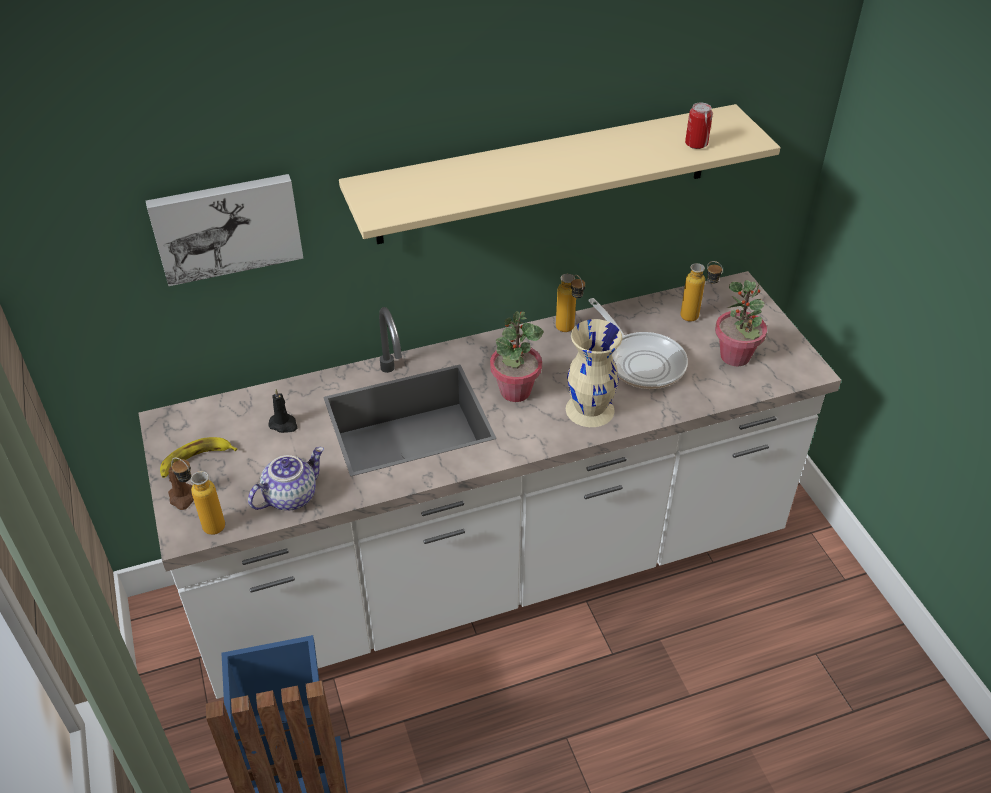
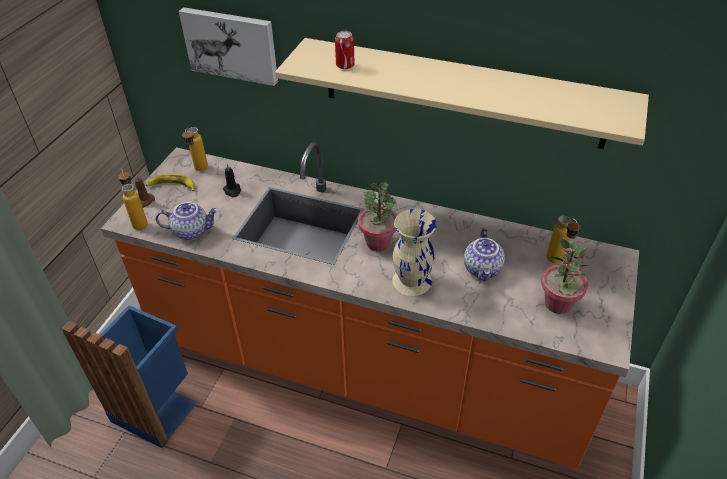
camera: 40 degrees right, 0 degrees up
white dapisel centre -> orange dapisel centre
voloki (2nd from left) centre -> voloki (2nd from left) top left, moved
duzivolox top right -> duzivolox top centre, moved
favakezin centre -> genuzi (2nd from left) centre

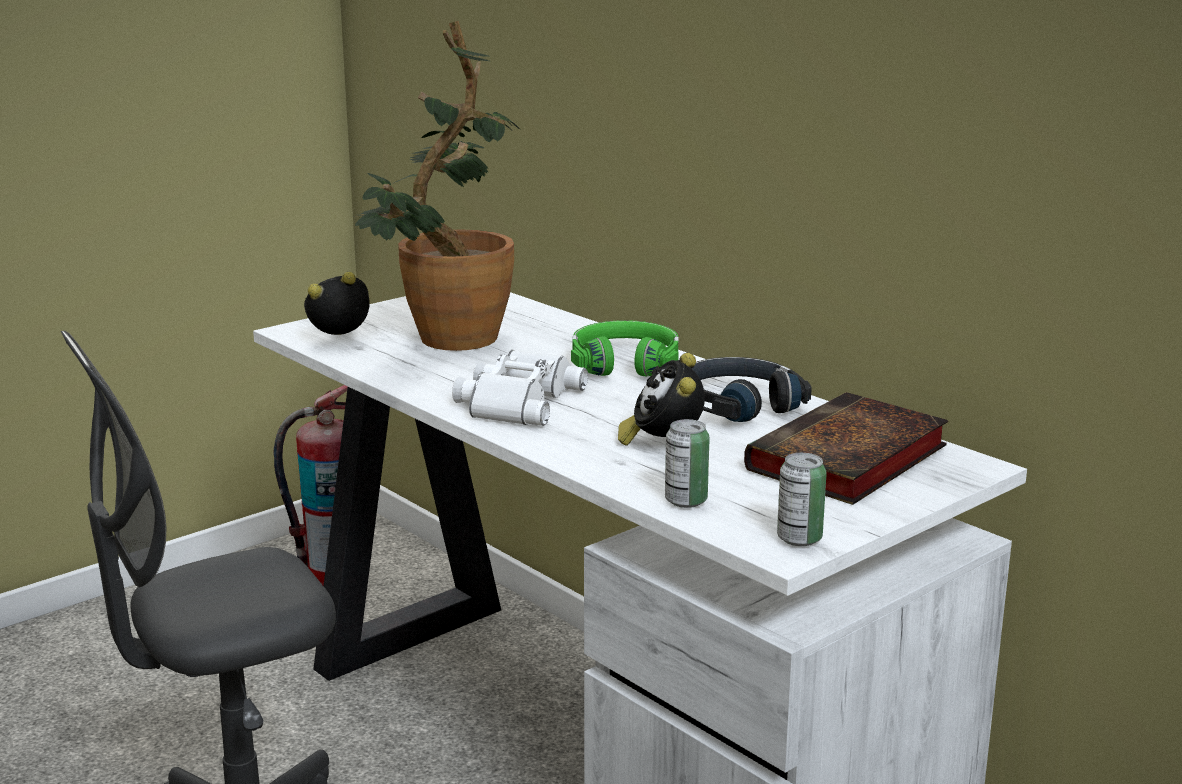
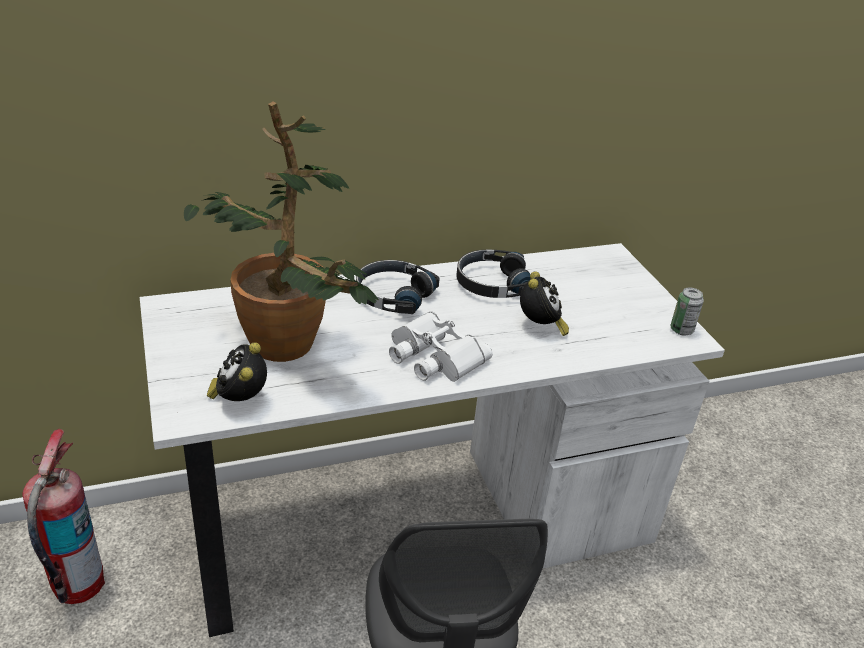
camera: 70 degrees left, 15 degrees up
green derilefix centre -> black derilefix (1st from left) centre
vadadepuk (2nd from left) centre, 105 degrees counterclockwise
duzivolox (1st from left) centre -> none
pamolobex middle right -> none

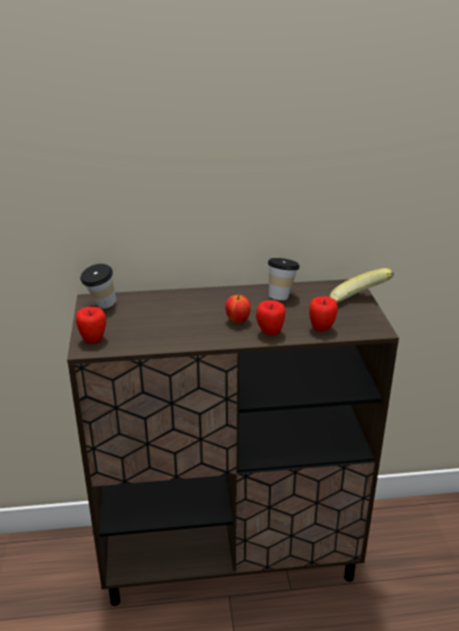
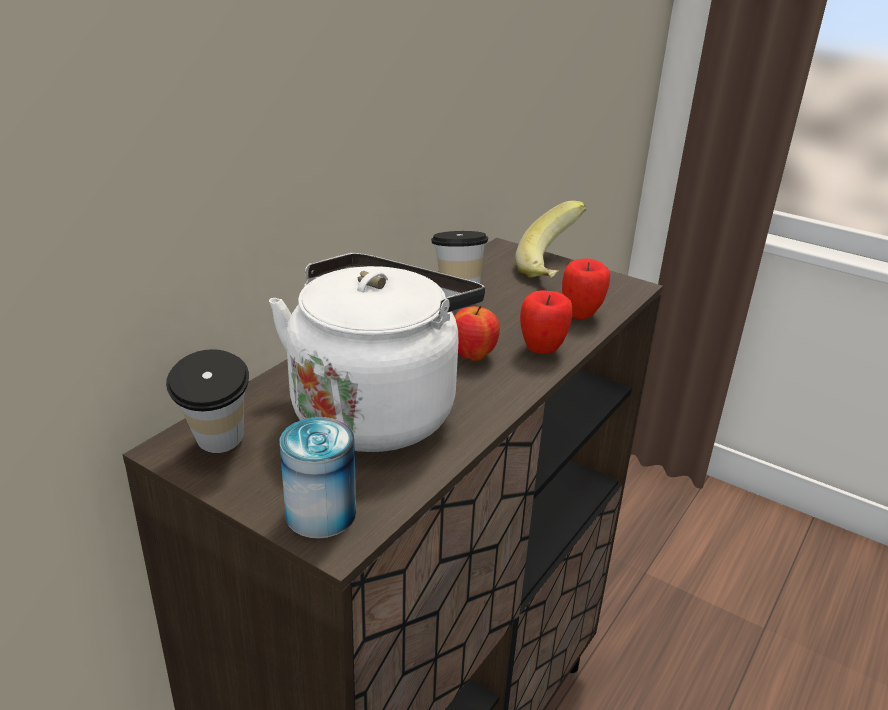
camera: 50 degrees left, 0 degrees up
none -> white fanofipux centre
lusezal (1st from left) middle left -> duzivolox bottom centre

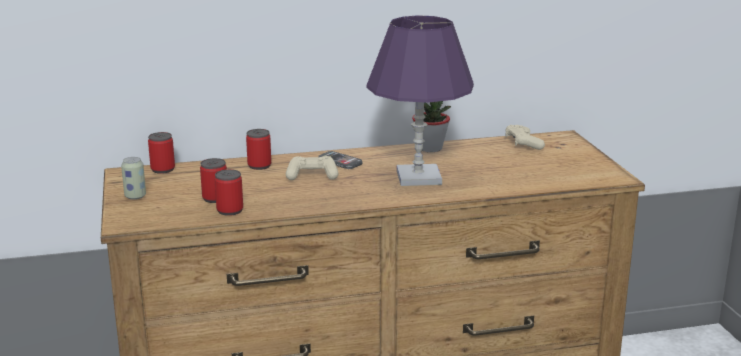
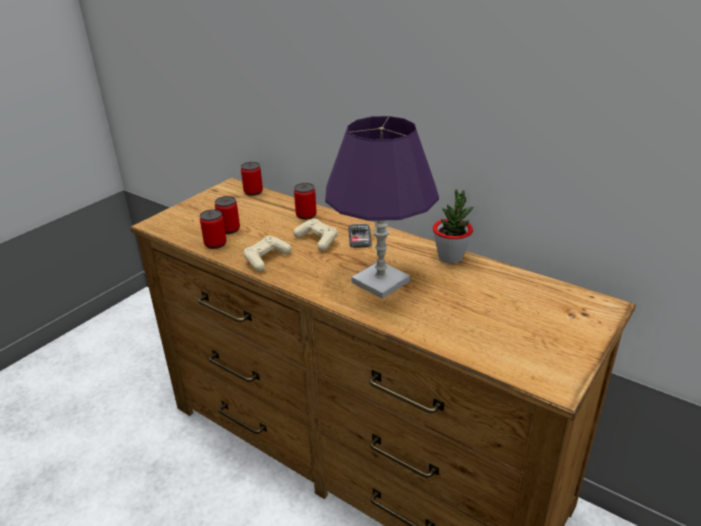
camera: 50 degrees right, 10 degrees up
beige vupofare (2nd from left in the first image) middle right -> beige vupofare (1st from left) centre, moved
duzivolox (1st from left) middle left -> none

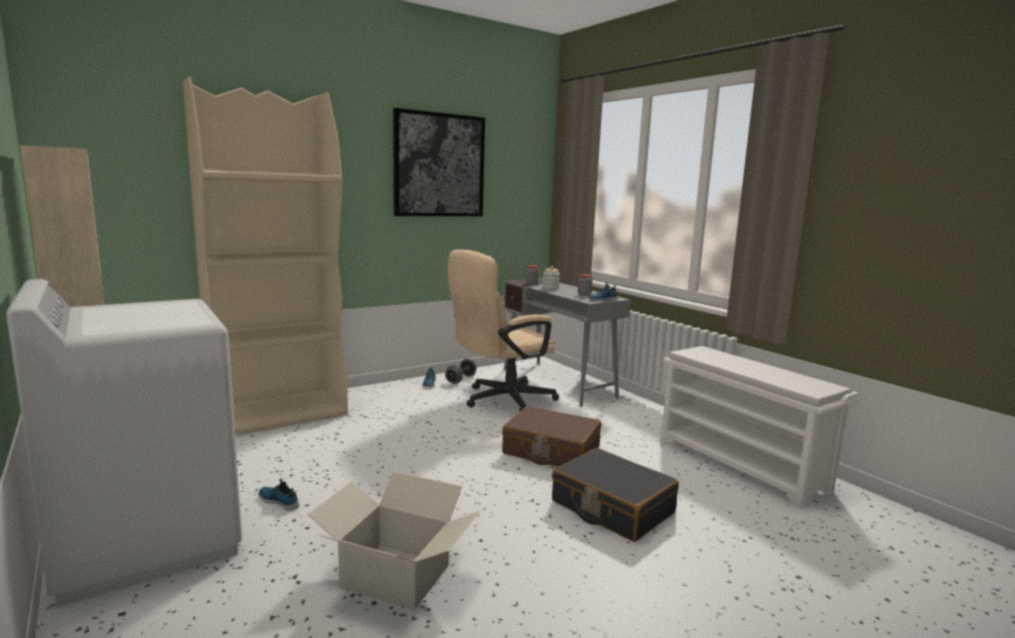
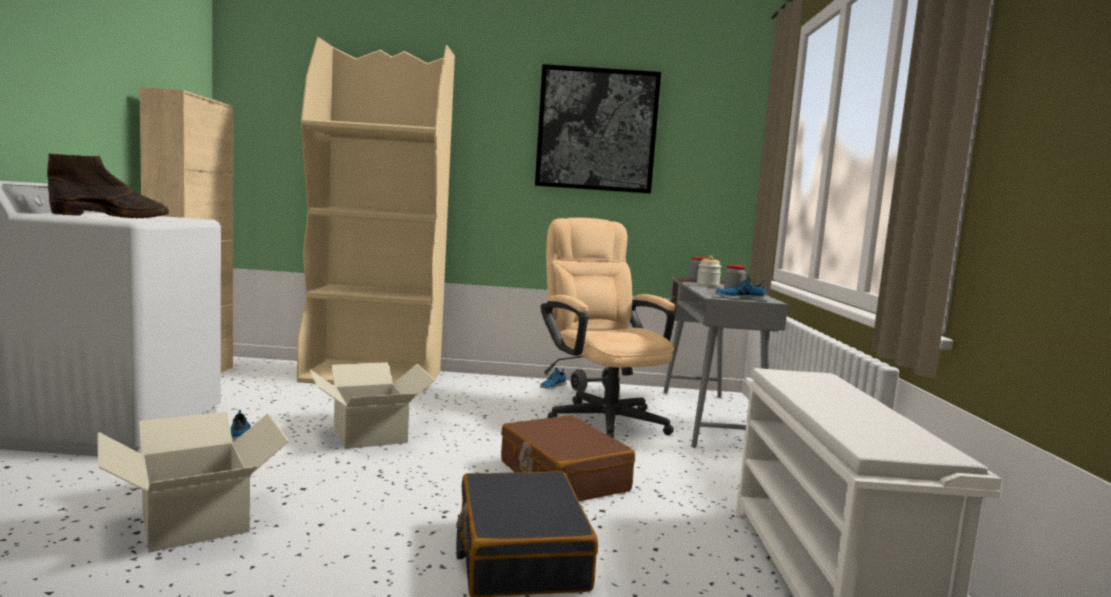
camera: 35 degrees right, 5 degrees down
none -> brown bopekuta top left
none -> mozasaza (2nd from left) bottom centre
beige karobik centre, 60 degrees clockwise

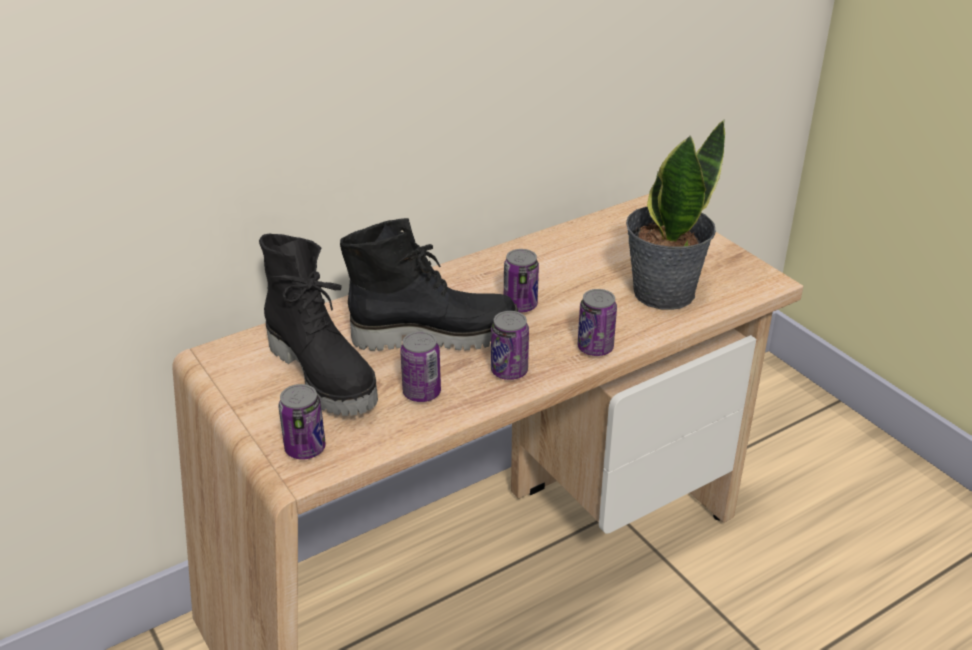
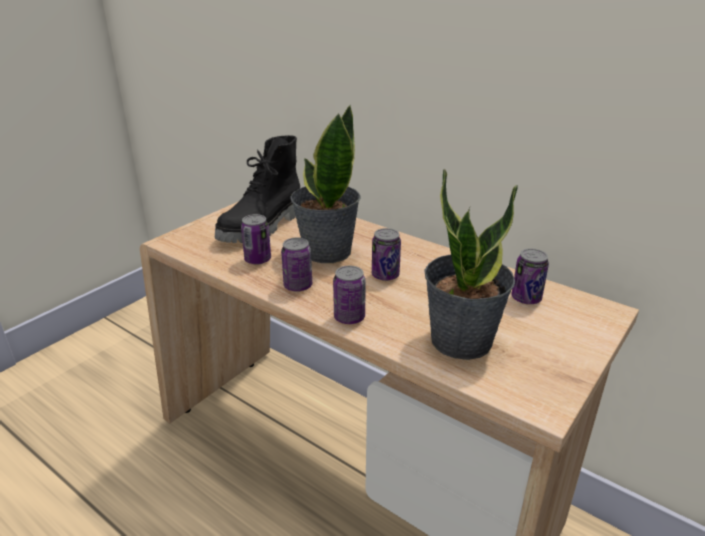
camera: 70 degrees right, 5 degrees down
black bopekuta (2nd from left) centre -> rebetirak (1st from left) centre
duzivolox (1st from left in the first image) middle left -> duzivolox (5th from left) middle right, moved

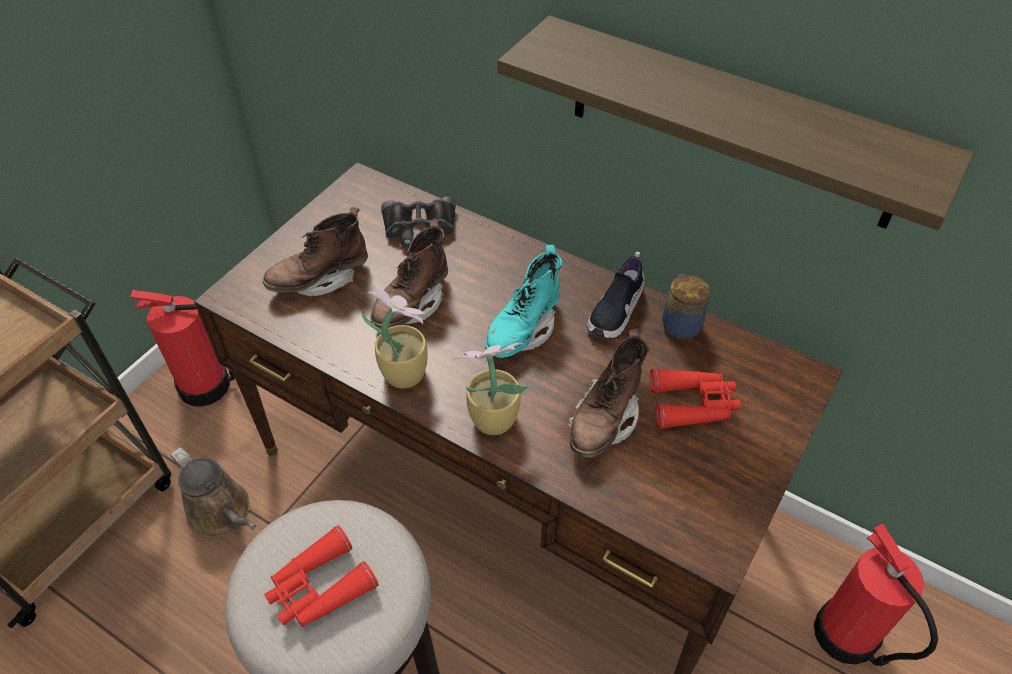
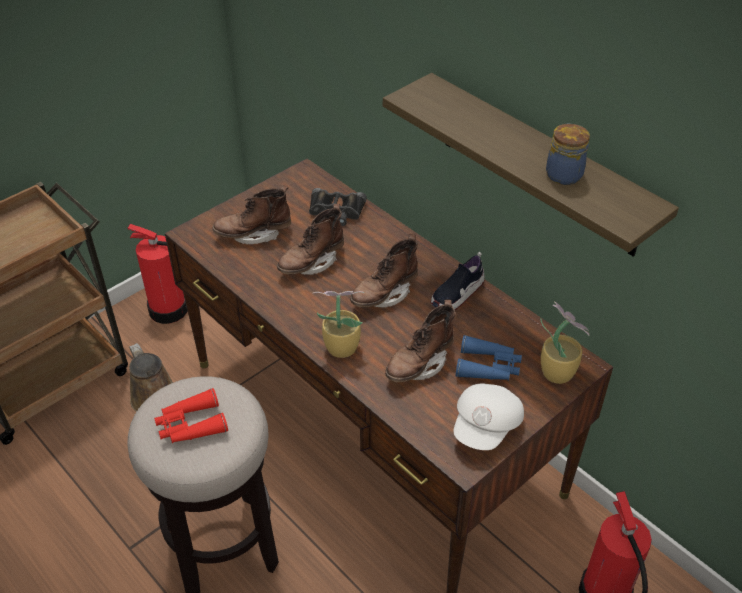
camera: 15 degrees right, 5 degrees down
turquoise bopekuta centre -> brown bopekuta (3rd from left) centre
none -> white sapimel bottom centre
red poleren (2nd from left) middle right -> blue poleren centre
rebetirak (1st from left in the first image) centre -> rebetirak (2nd from left) middle right, moved
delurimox middle right -> delurimox top right, moved

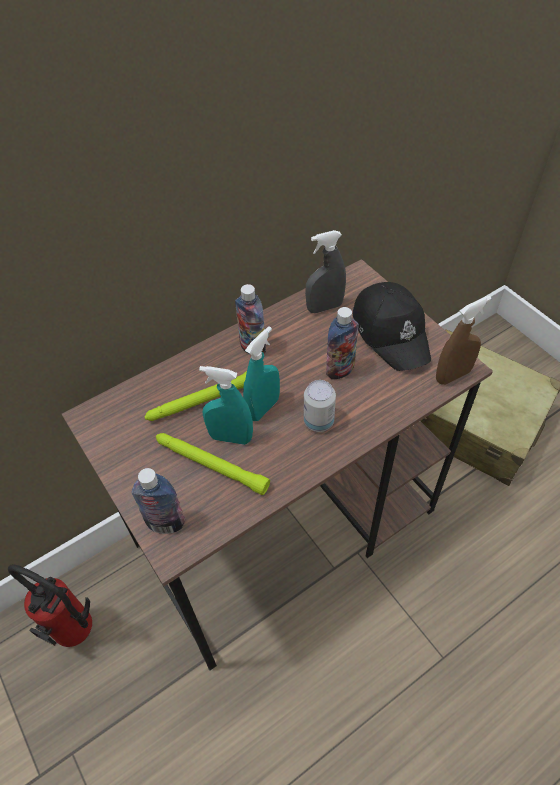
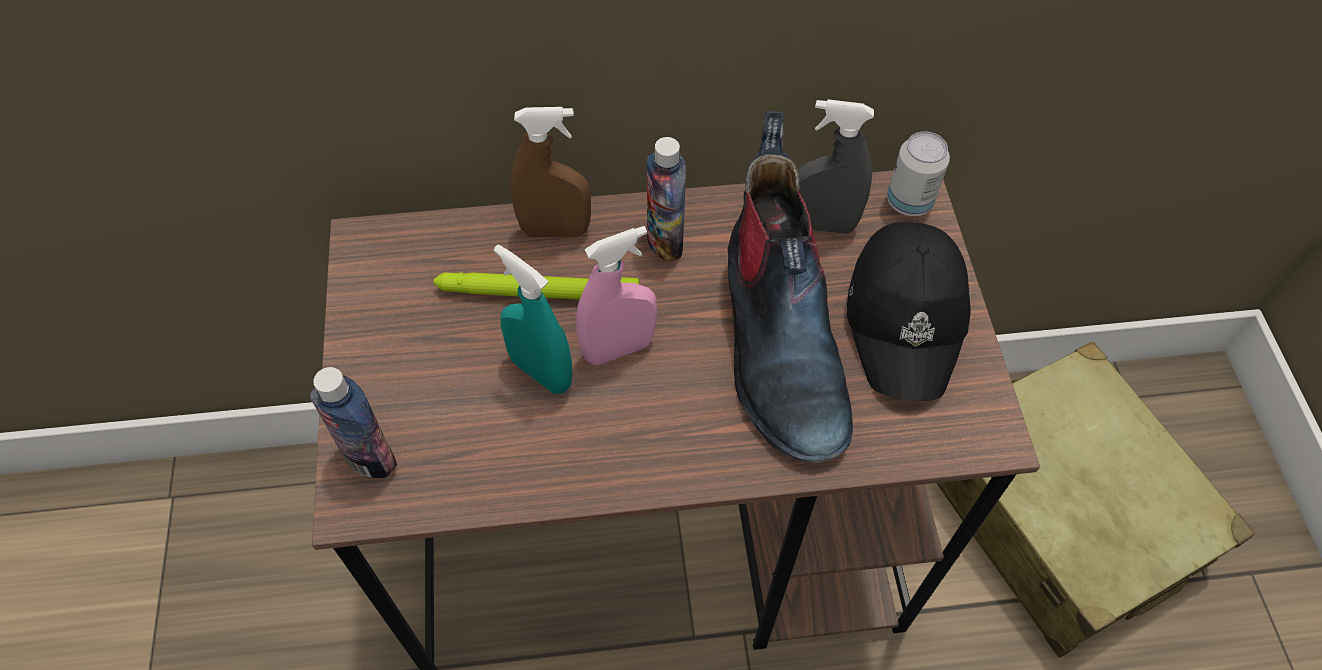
camera: 25 degrees right, 5 degrees up
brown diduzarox middle right -> brown diduzarox top centre, moved
turquoise diduzarox (2nd from left) centre -> pink diduzarox centre
voloki (3rd from left) centre -> bopekuta centre
duzivolox centre -> duzivolox top right, moved
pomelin bottom left -> none
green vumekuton (2nd from left) centre -> none

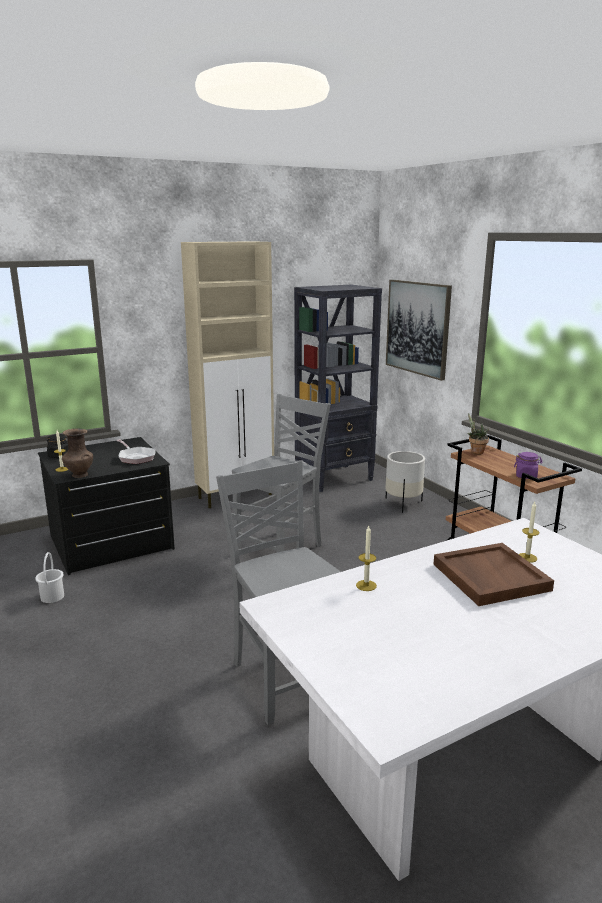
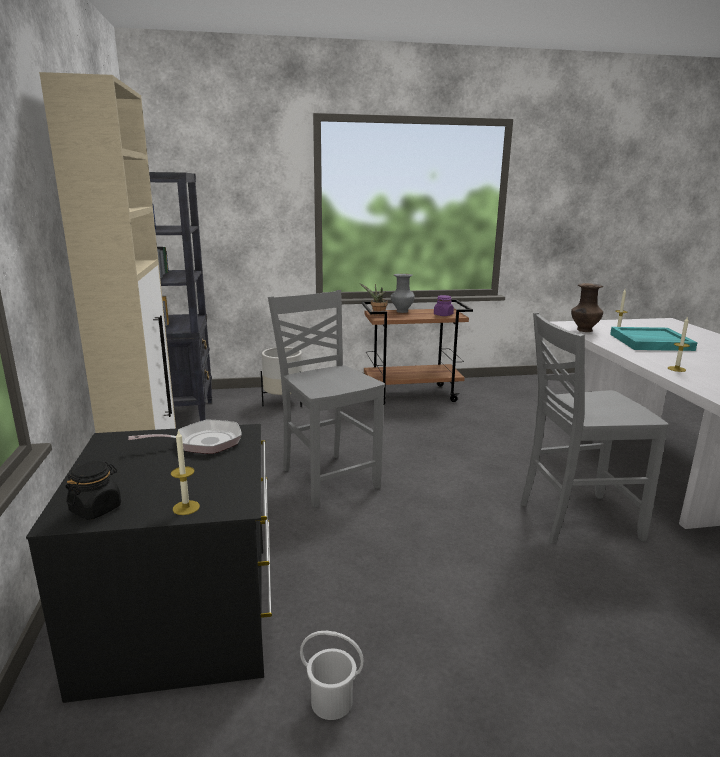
camera: 70 degrees left, 0 degrees up
none -> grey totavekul centre
brown totavekul middle left -> brown totavekul middle right, moved
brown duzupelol middle right -> turquoise duzupelol middle right
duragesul middle right -> none

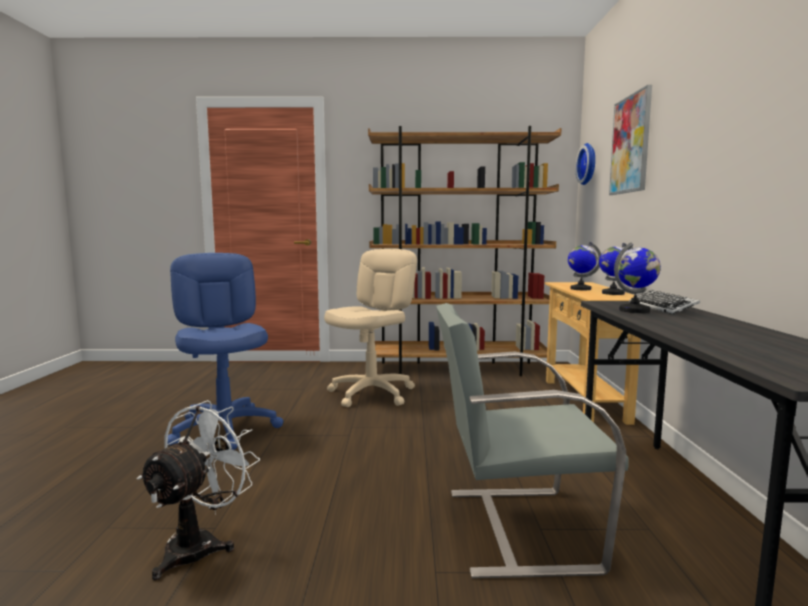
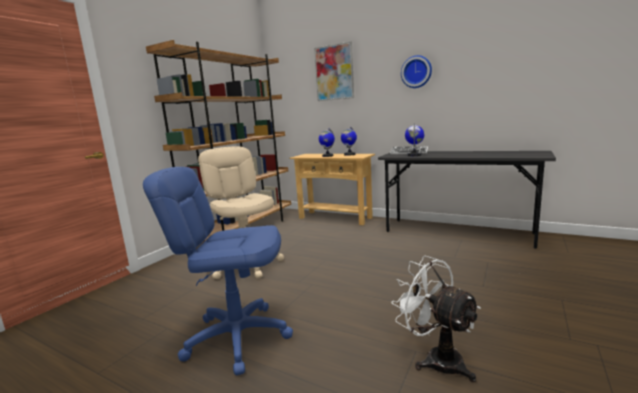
camera: 60 degrees left, 5 degrees up
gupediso top right -> gupediso top centre, moved
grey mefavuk bottom centre -> none

